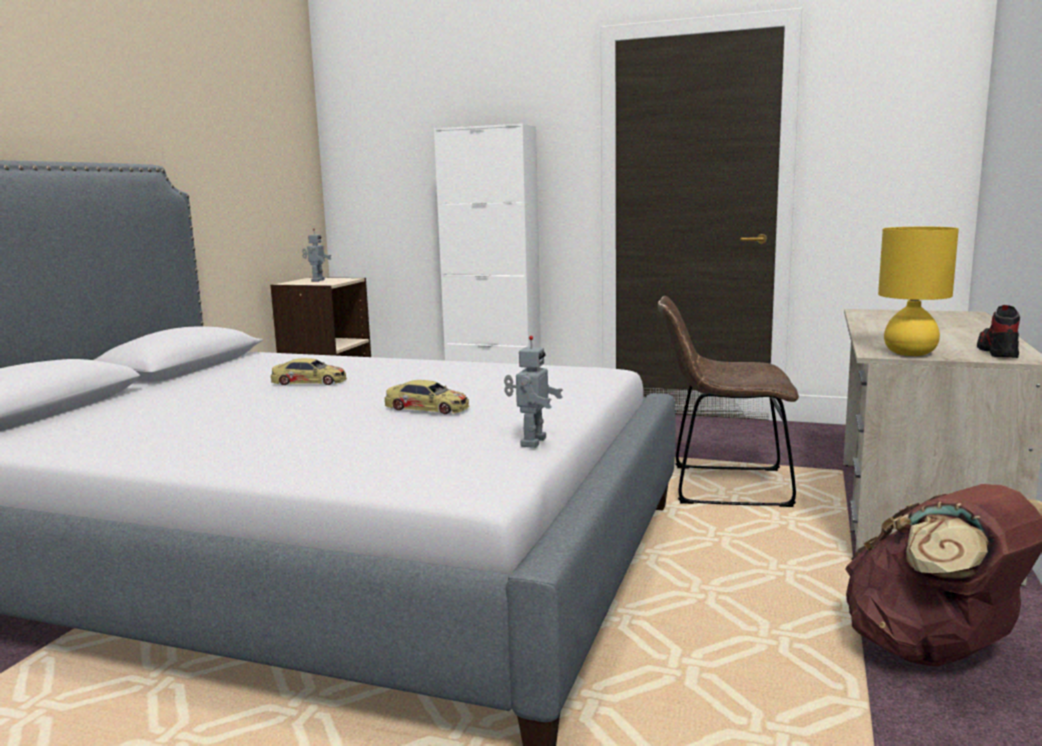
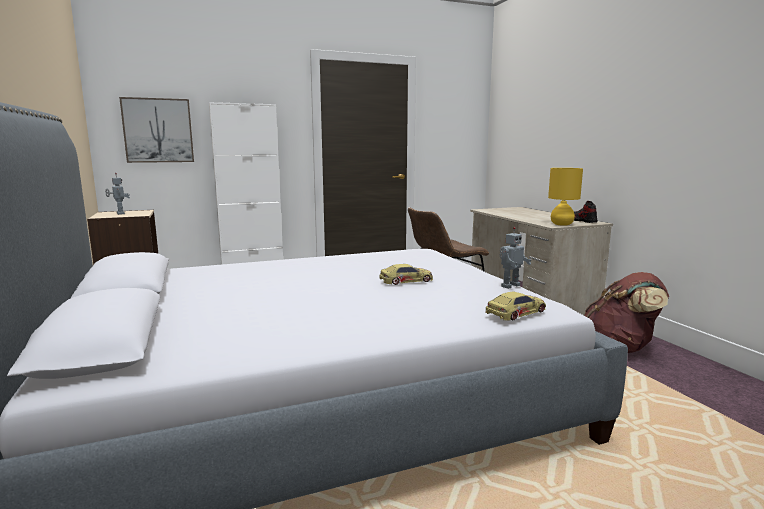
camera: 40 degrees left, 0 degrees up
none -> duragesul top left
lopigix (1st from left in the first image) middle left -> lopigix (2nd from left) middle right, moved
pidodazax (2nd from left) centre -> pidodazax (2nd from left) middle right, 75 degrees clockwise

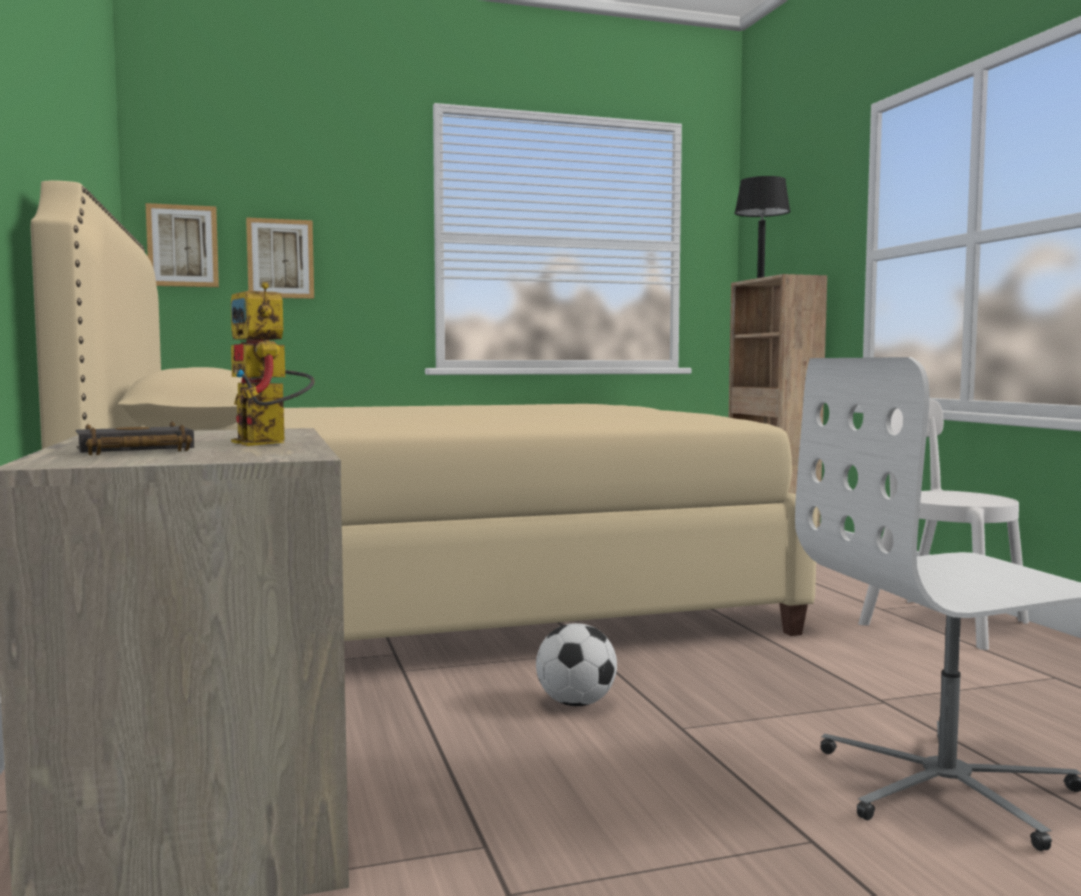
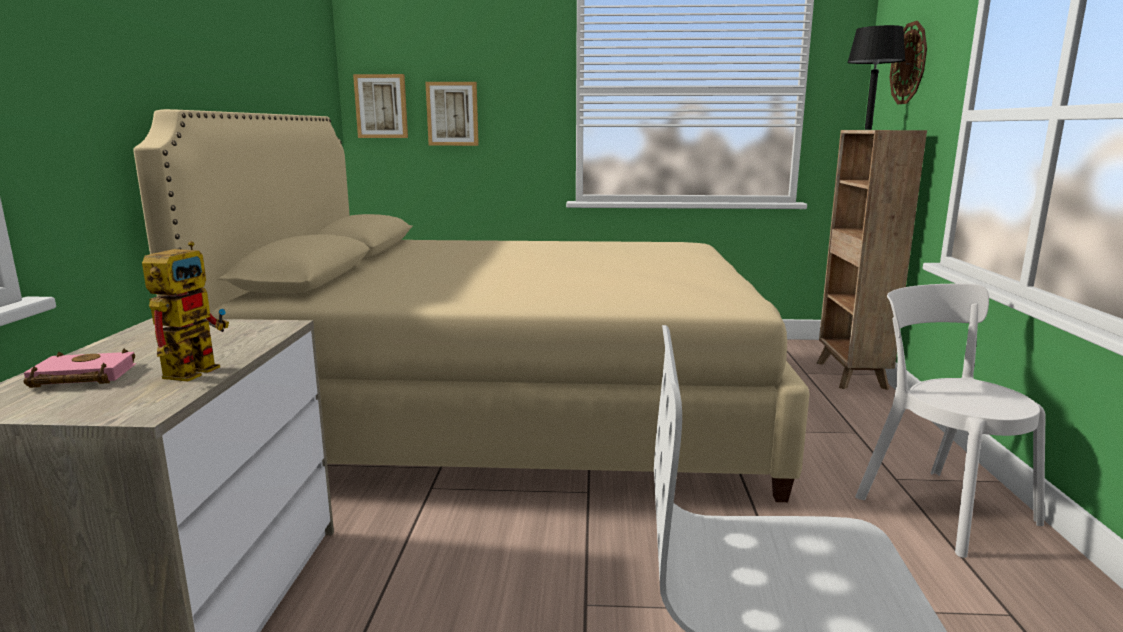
camera: 20 degrees right, 10 degrees up
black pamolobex middle left -> pink pamolobex middle left
pidodazax middle left, 150 degrees counterclockwise
none -> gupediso top right
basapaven bottom centre -> none

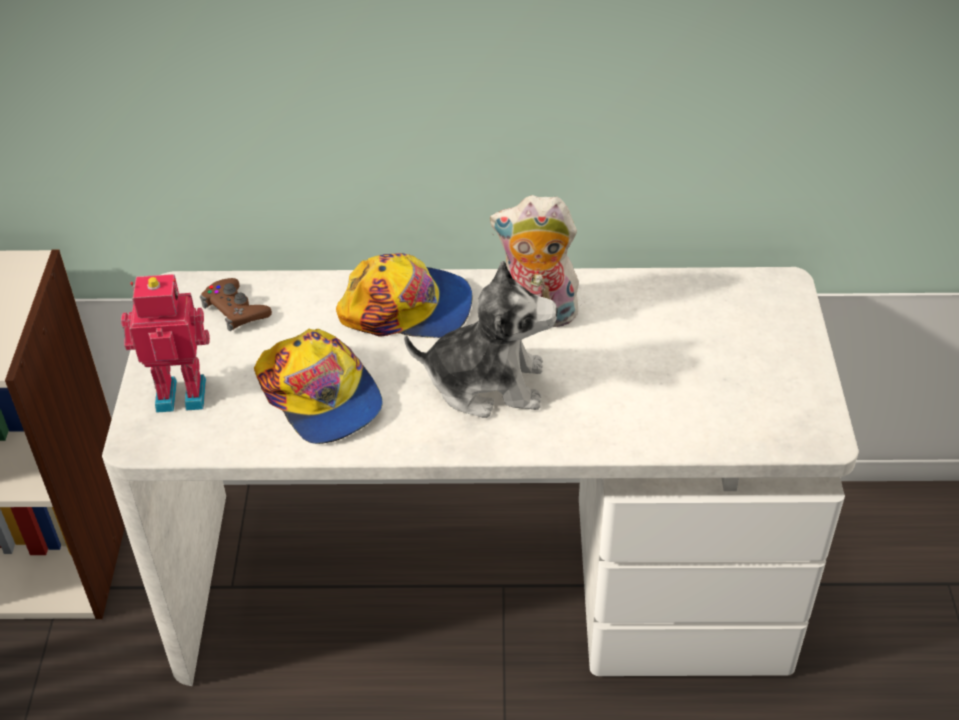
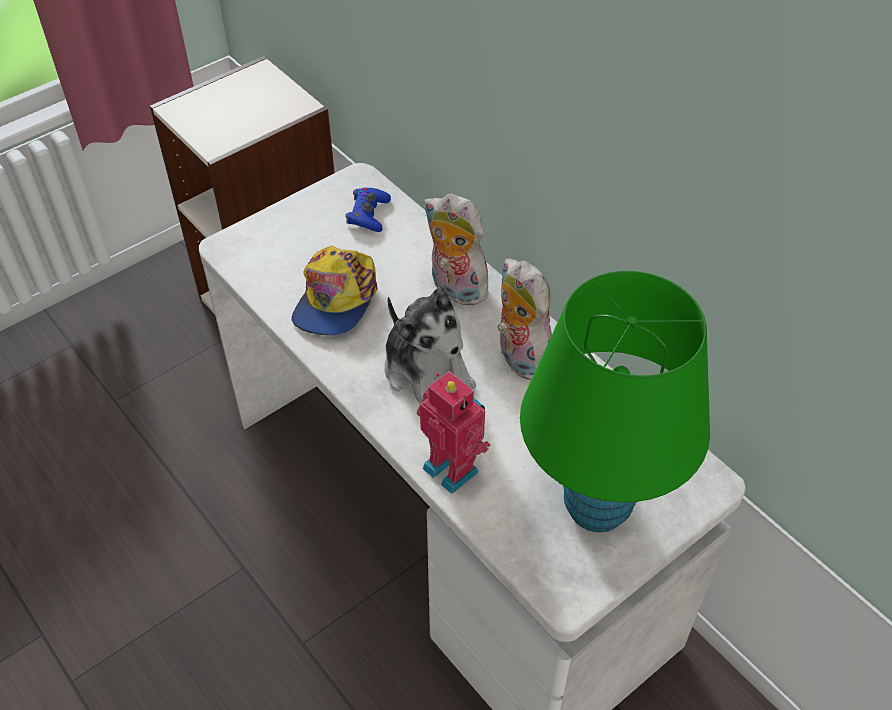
camera: 50 degrees right, 5 degrees up
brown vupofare middle left -> blue vupofare top centre
pidodazax middle left -> pidodazax centre, moved
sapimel (2nd from left) centre -> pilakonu (2nd from left) centre
none -> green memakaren middle right

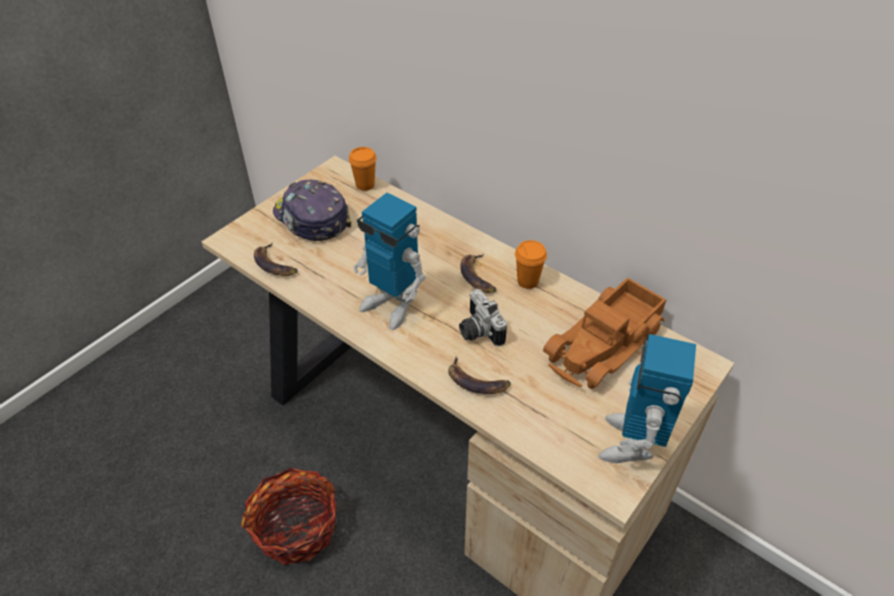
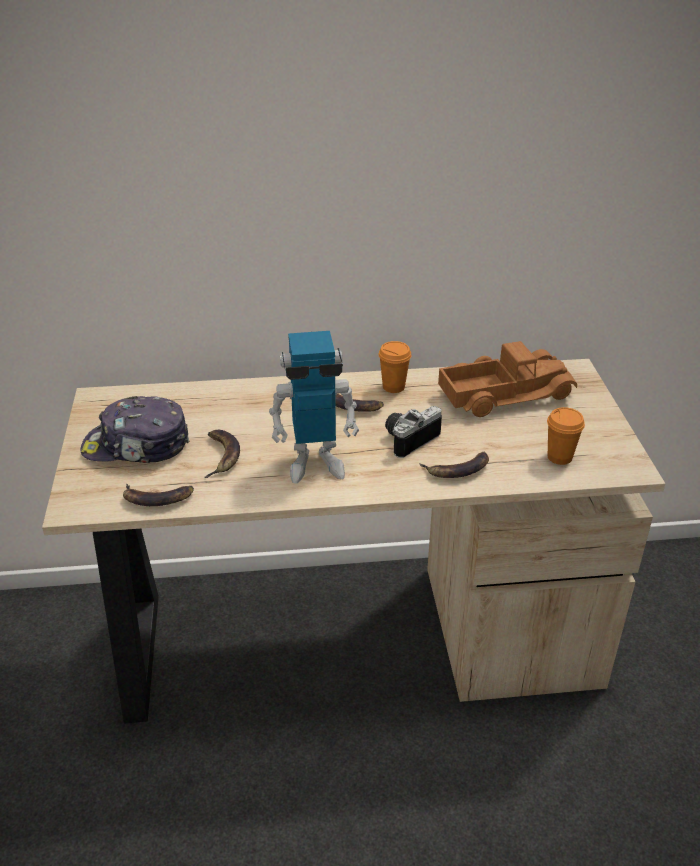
camera: 45 degrees left, 10 degrees down
none -> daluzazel (2nd from left) middle left
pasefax centre, 120 degrees clockwise
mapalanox middle right, 105 degrees counterclockwise
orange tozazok (1st from left in the first image) top centre -> orange tozazok (2nd from left) middle right, moved
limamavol bottom left -> none
pidodazax (2nd from left) bottom right -> none

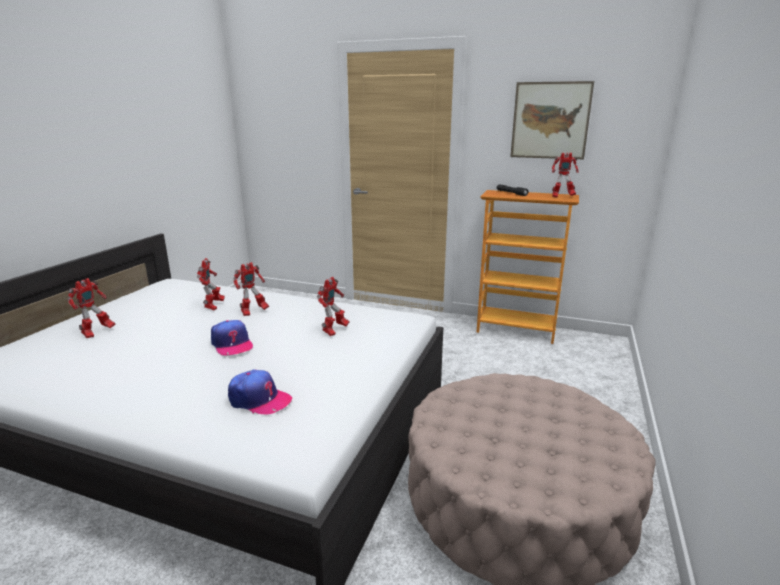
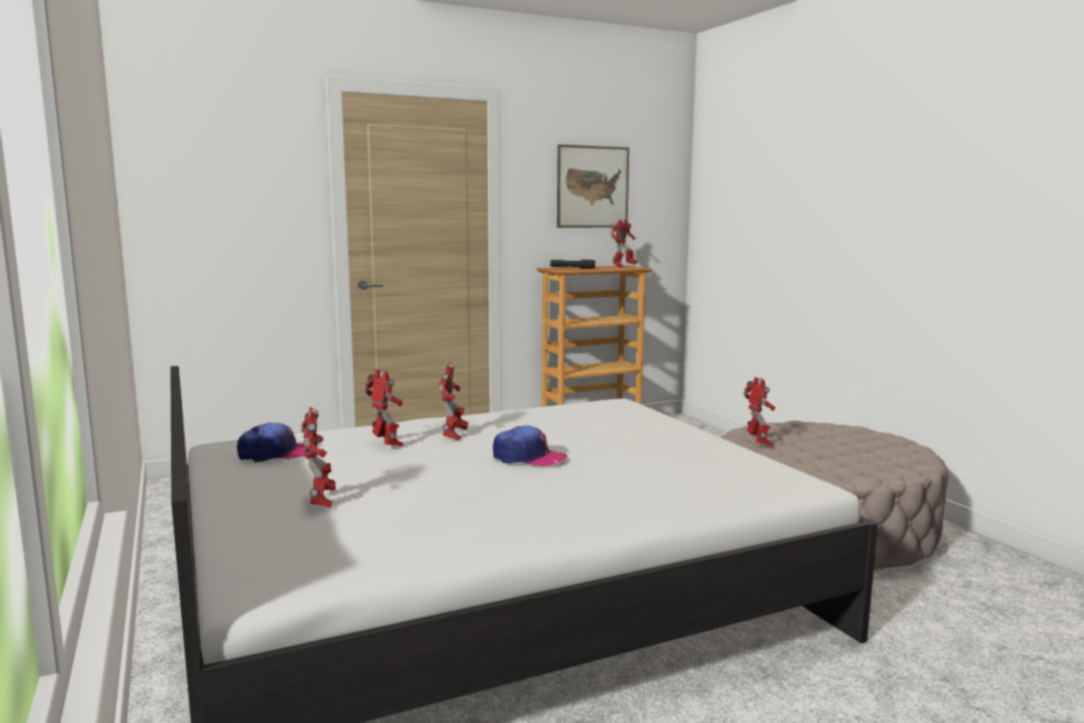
camera: 45 degrees left, 10 degrees down
sapimel (2nd from left in the first image) bottom centre -> sapimel (1st from left) middle left, moved
pidodazax (4th from left in the first image) centre -> pidodazax (5th from left) middle right, moved

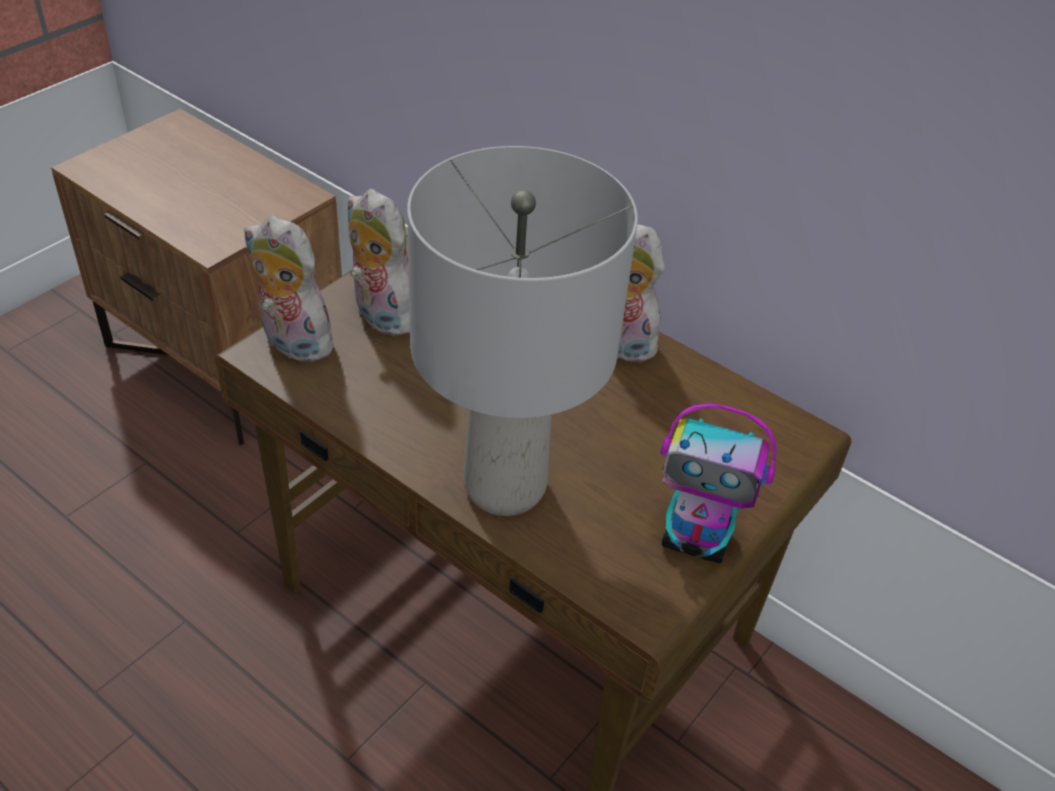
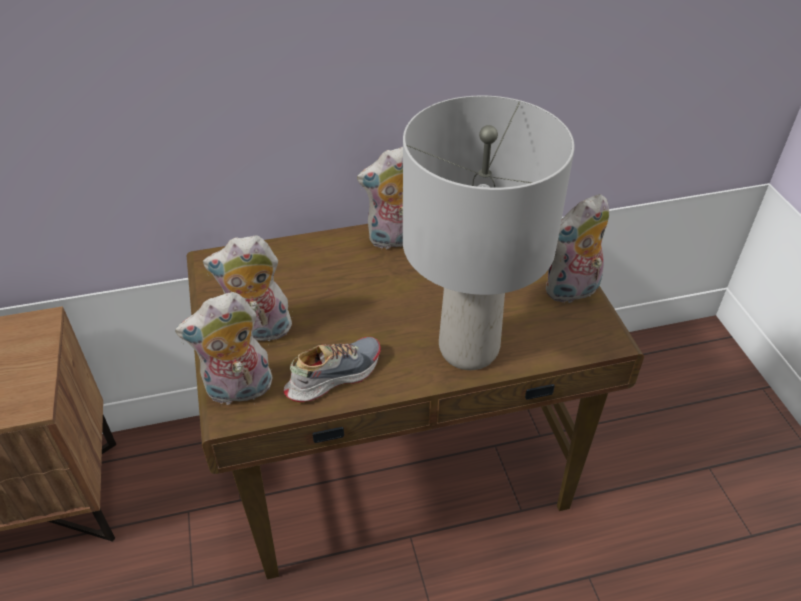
camera: 50 degrees left, 0 degrees up
none -> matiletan centre
pidodazax middle right -> pilakonu (4th from left) middle right

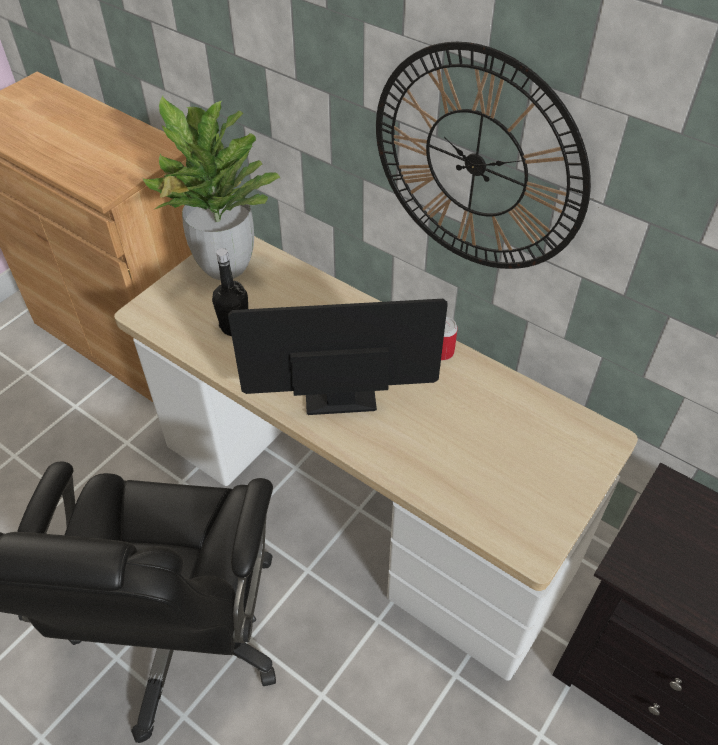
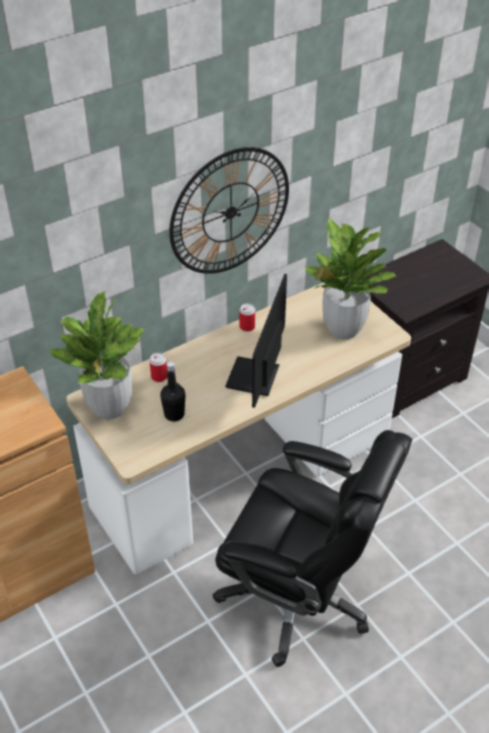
camera: 70 degrees left, 5 degrees down
none -> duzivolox (1st from left) middle left
none -> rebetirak (2nd from left) middle right

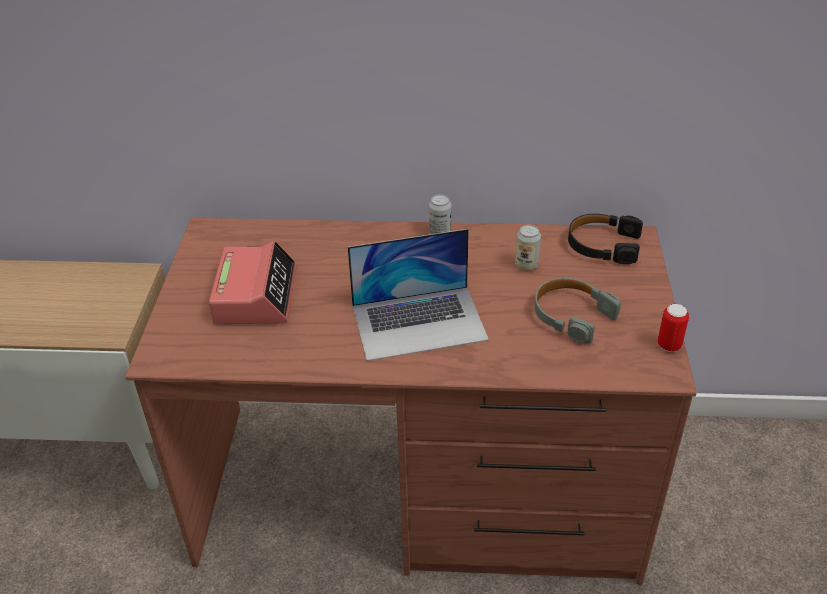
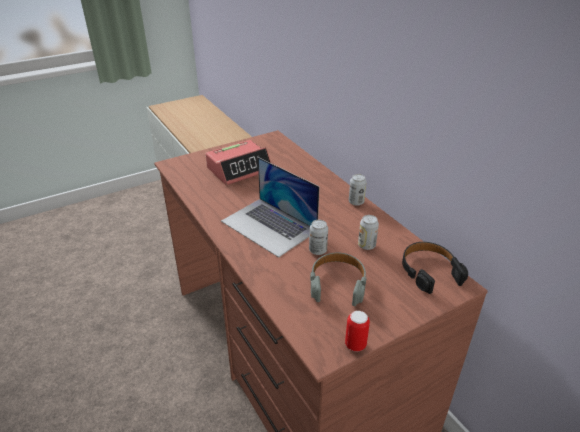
camera: 55 degrees right, 5 degrees down
none -> duzivolox (1st from left) centre

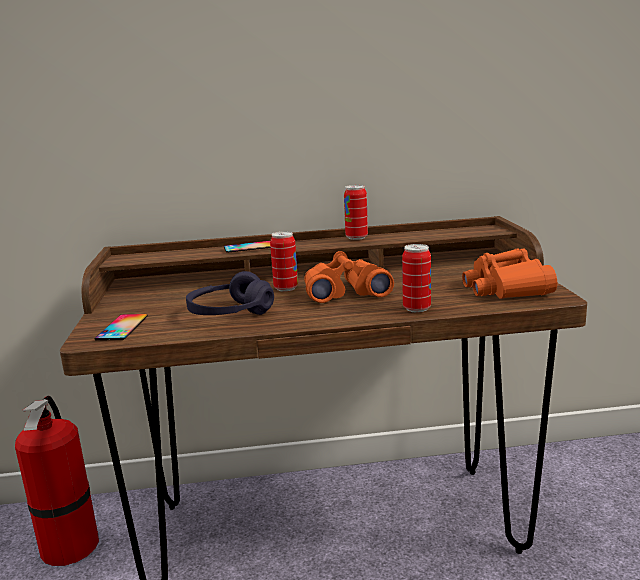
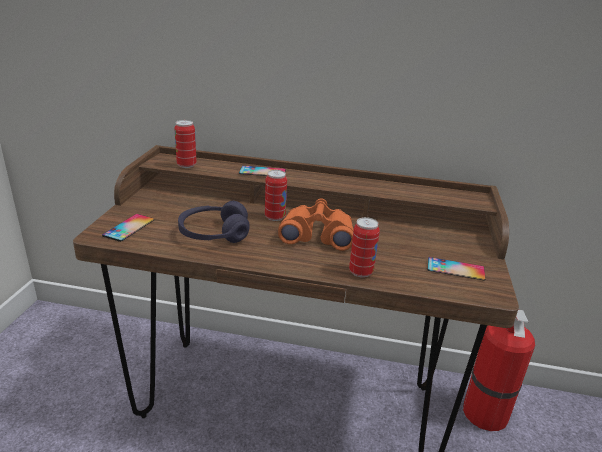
camera: 15 degrees right, 10 degrees up
duzivolox (2nd from left in the first image) centre -> duzivolox (1st from left) top left, moved
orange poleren (2nd from left) middle right -> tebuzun (3rd from left) middle right
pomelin bottom left -> pomelin bottom right, moved

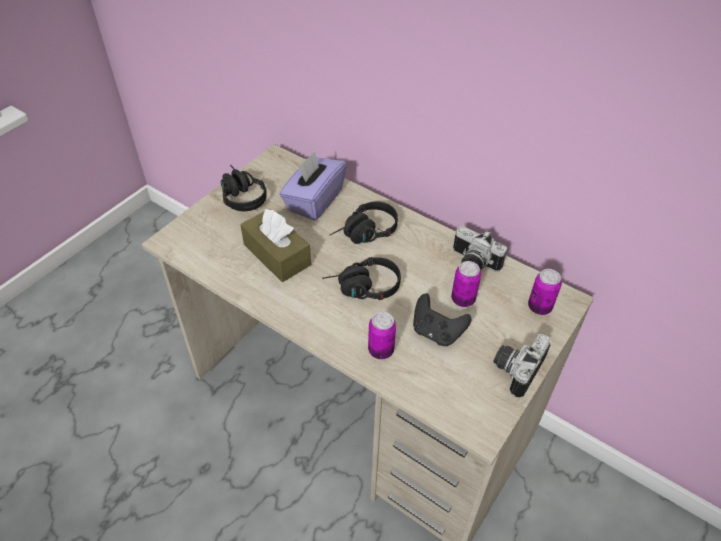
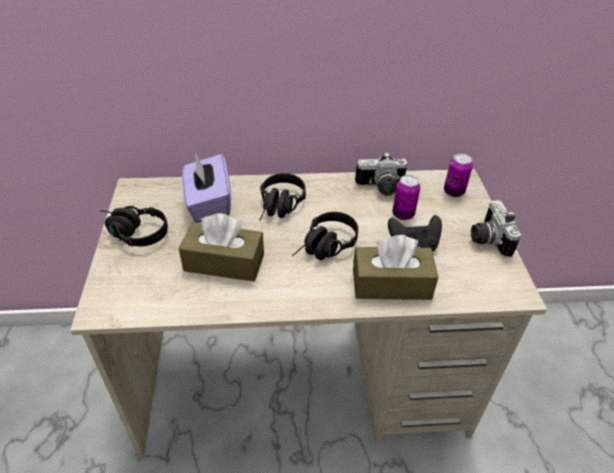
camera: 40 degrees left, 5 degrees down
duzivolox (1st from left) centre -> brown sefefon (2nd from left) centre

